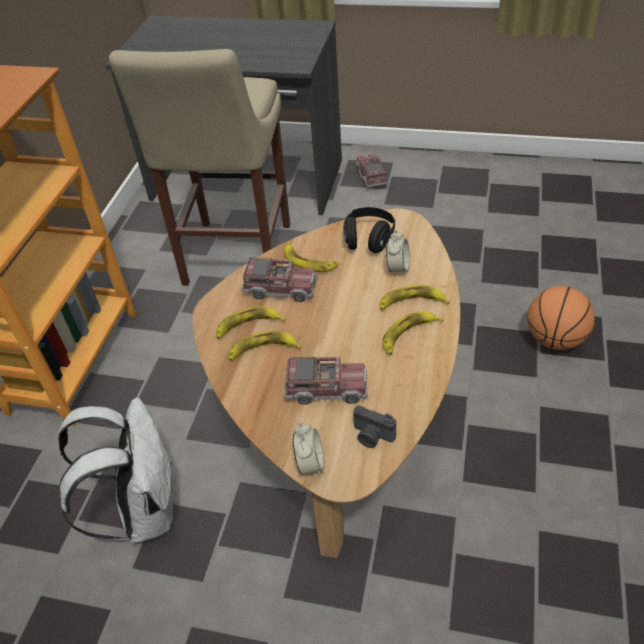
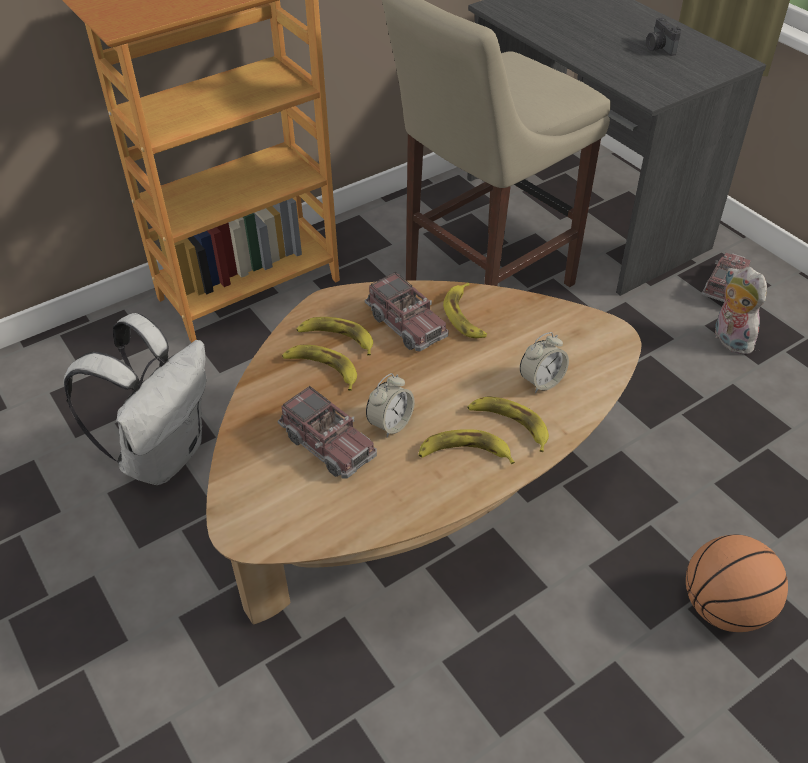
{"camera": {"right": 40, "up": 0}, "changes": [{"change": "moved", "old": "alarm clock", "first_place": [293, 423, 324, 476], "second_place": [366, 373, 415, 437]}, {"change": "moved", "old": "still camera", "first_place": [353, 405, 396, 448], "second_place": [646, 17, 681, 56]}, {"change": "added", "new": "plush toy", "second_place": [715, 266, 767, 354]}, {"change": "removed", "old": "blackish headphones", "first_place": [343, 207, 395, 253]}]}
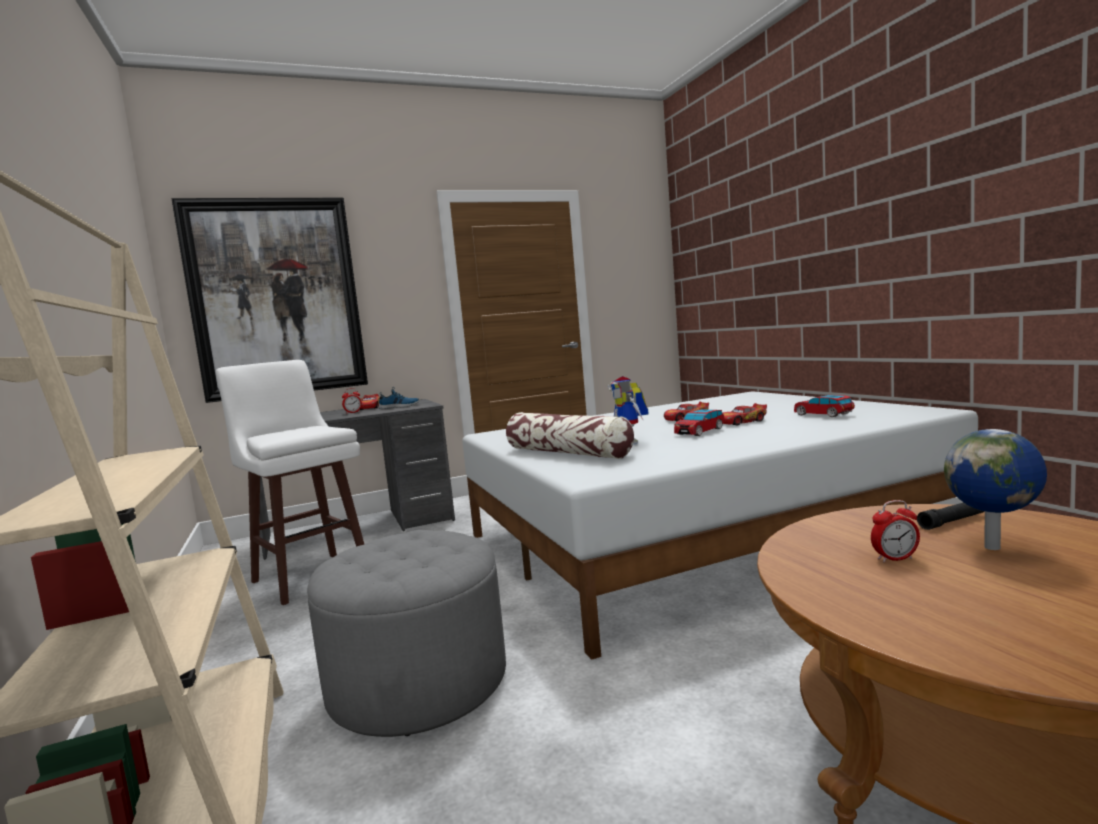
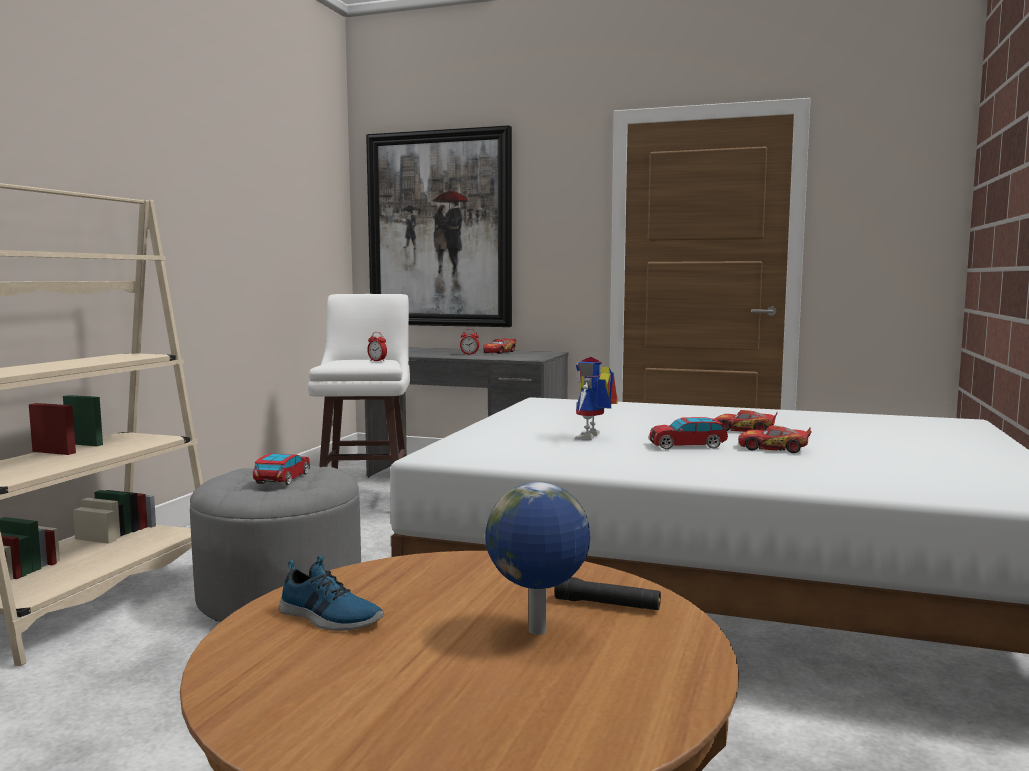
{"camera": {"right": 40, "up": 0}, "changes": [{"change": "moved", "old": "model car", "first_place": [794, 395, 855, 417], "second_place": [253, 453, 310, 485]}, {"change": "moved", "old": "item of footwear", "first_place": [379, 389, 419, 409], "second_place": [279, 555, 384, 631]}, {"change": "moved", "old": "alarm clock", "first_place": [871, 500, 920, 562], "second_place": [367, 332, 387, 362]}, {"change": "removed", "old": "pillow", "first_place": [506, 412, 634, 459]}]}
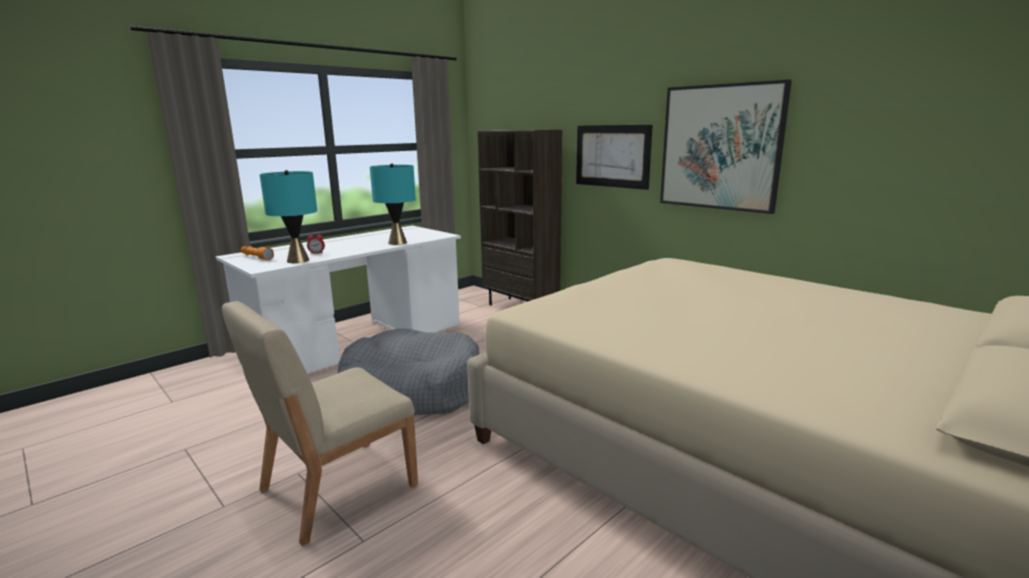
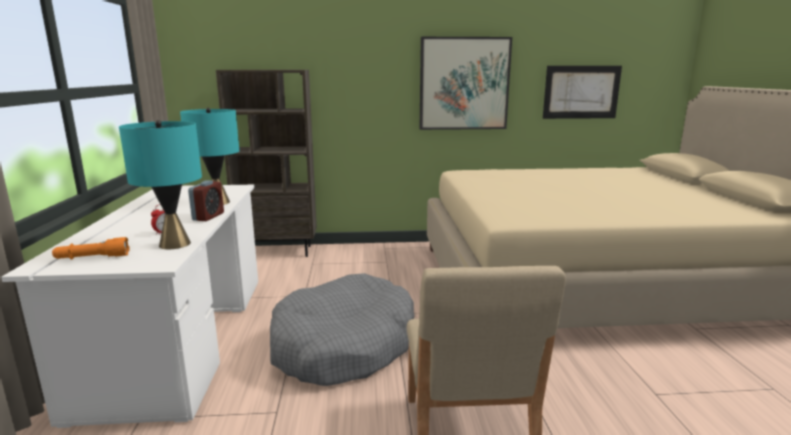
{"camera": {"right": -50, "up": 0}, "changes": [{"change": "added", "new": "alarm clock", "second_place": [188, 180, 224, 221]}, {"change": "moved", "old": "wall picture", "first_place": [576, 125, 653, 190], "second_place": [543, 66, 622, 119]}]}
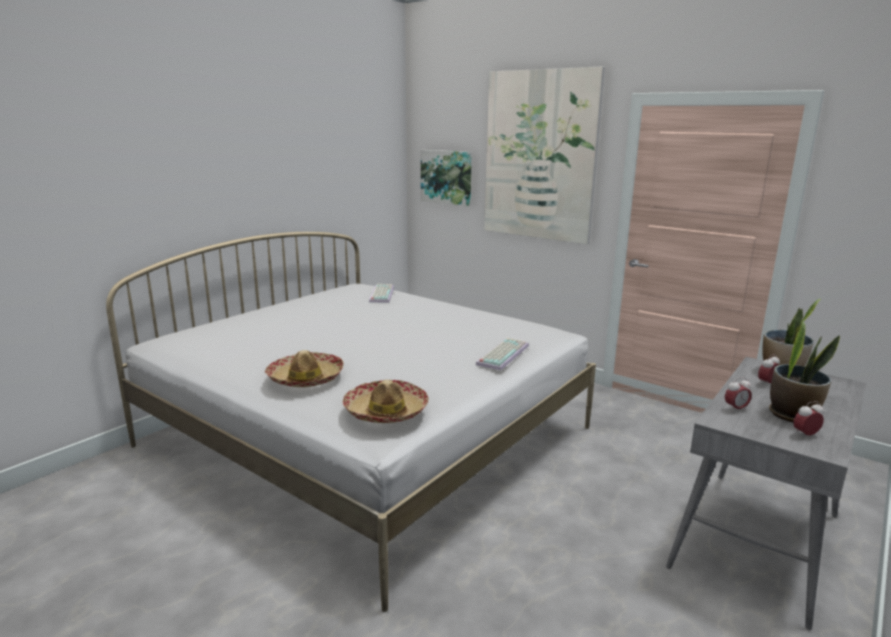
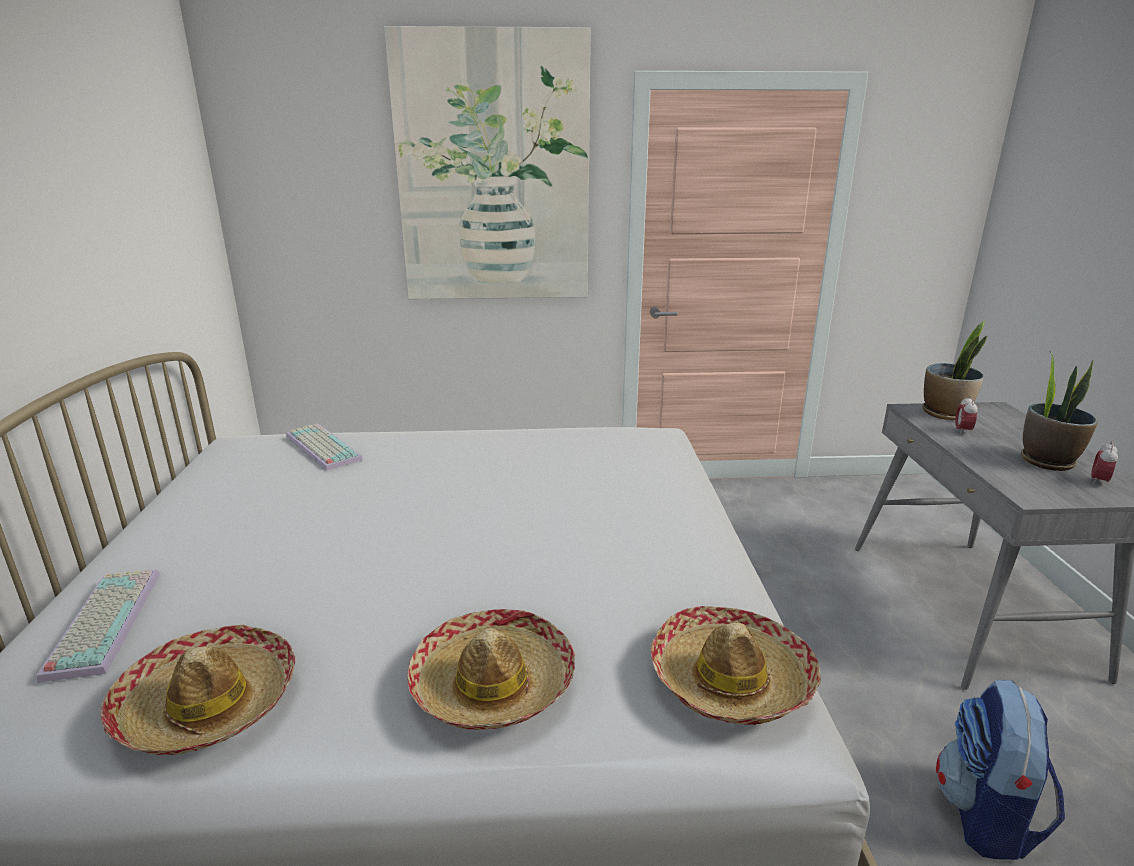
{"camera": {"right": -40, "up": 5}, "changes": [{"change": "moved", "old": "keyboard", "first_place": [476, 338, 529, 371], "second_place": [36, 569, 160, 683]}, {"change": "added", "new": "hat", "second_place": [100, 625, 295, 755]}, {"change": "added", "new": "backpack", "second_place": [936, 680, 1065, 860]}, {"change": "removed", "old": "wall picture", "first_place": [421, 150, 472, 206]}, {"change": "removed", "old": "alarm clock", "first_place": [725, 377, 752, 412]}]}
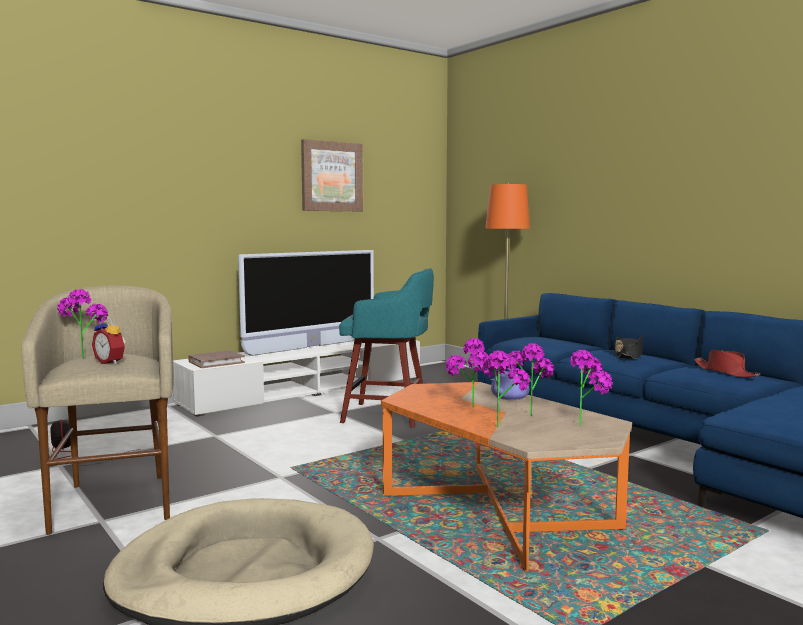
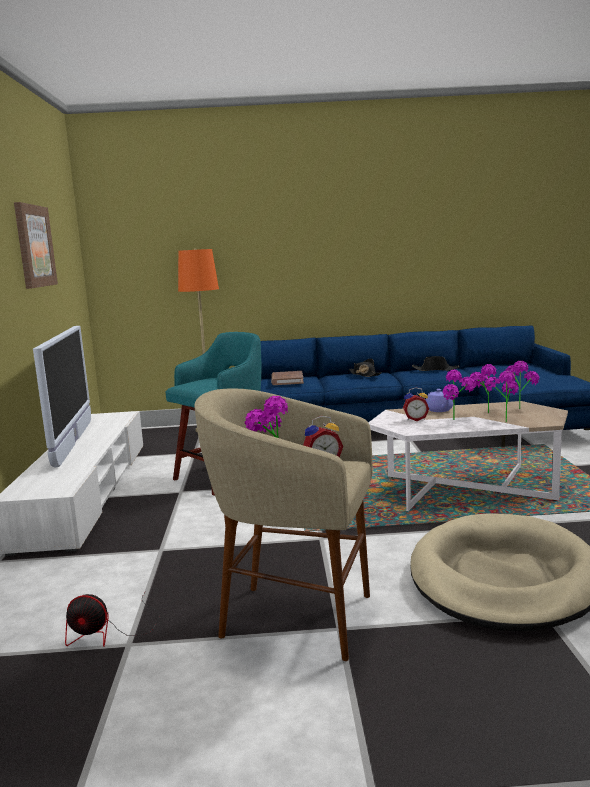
{"camera": {"right": -55, "up": 5}, "changes": [{"change": "moved", "old": "brown volume", "first_place": [188, 350, 245, 368], "second_place": [271, 371, 304, 385]}, {"change": "recoloured", "old": "orange-coloured coffee table", "new": "whitish coffee table", "first_place": [381, 382, 632, 572], "second_place": [368, 401, 568, 511]}, {"change": "added", "new": "alarm clock", "second_place": [403, 387, 429, 421]}, {"change": "recoloured", "old": "reddish hat", "new": "blackish hat", "first_place": [694, 350, 760, 377], "second_place": [412, 356, 459, 371]}]}
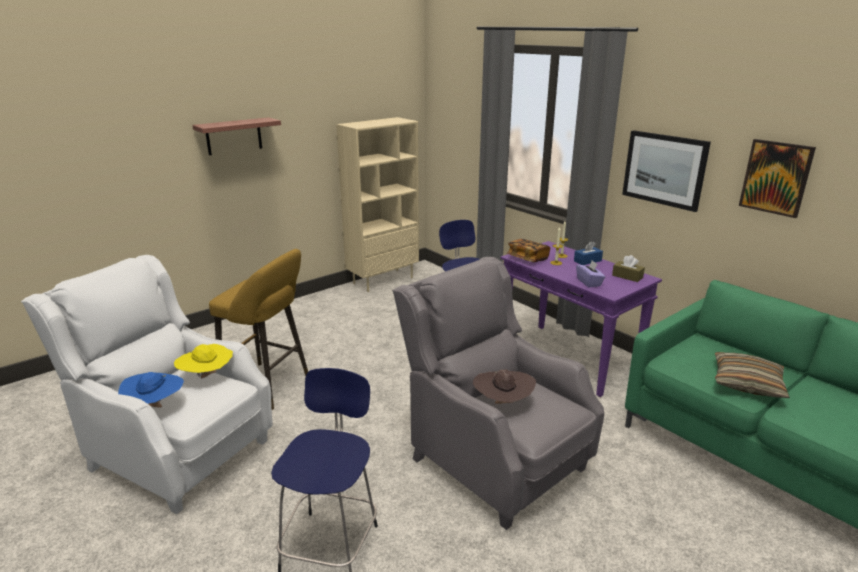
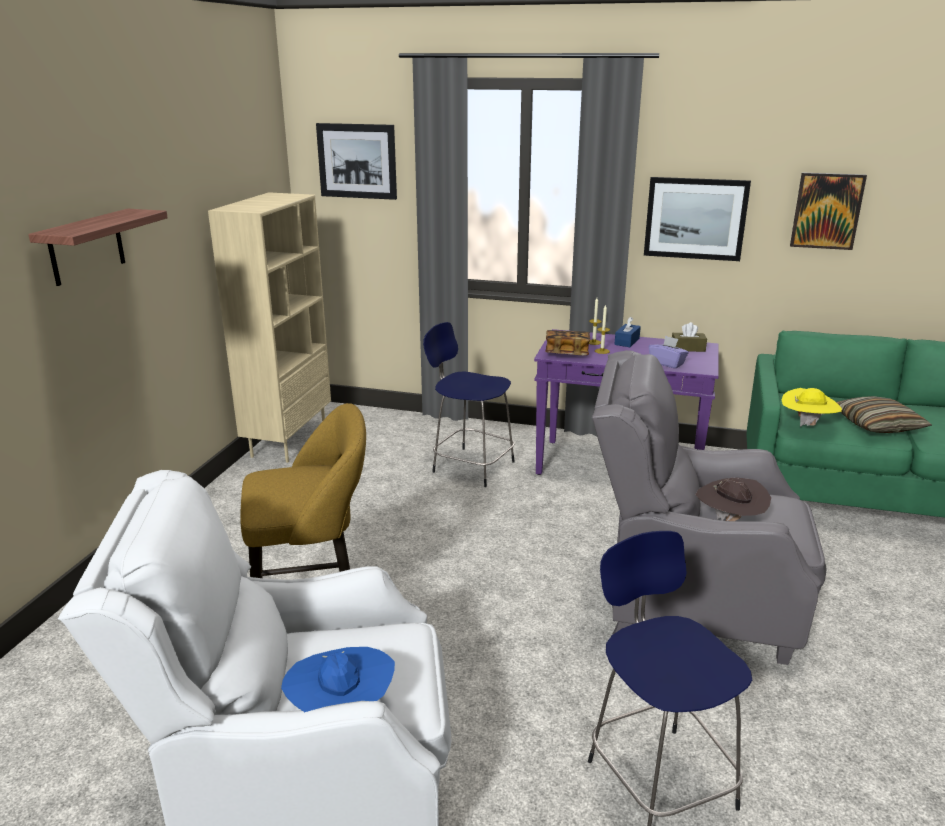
{"camera": {"right": -35, "up": 0}, "changes": [{"change": "added", "new": "wall picture", "second_place": [316, 123, 397, 200]}, {"change": "moved", "old": "yellow hat", "first_place": [174, 344, 233, 379], "second_place": [782, 388, 842, 427]}]}
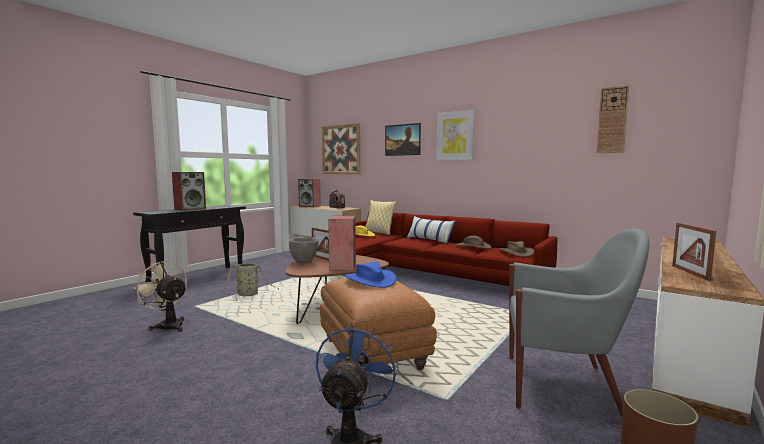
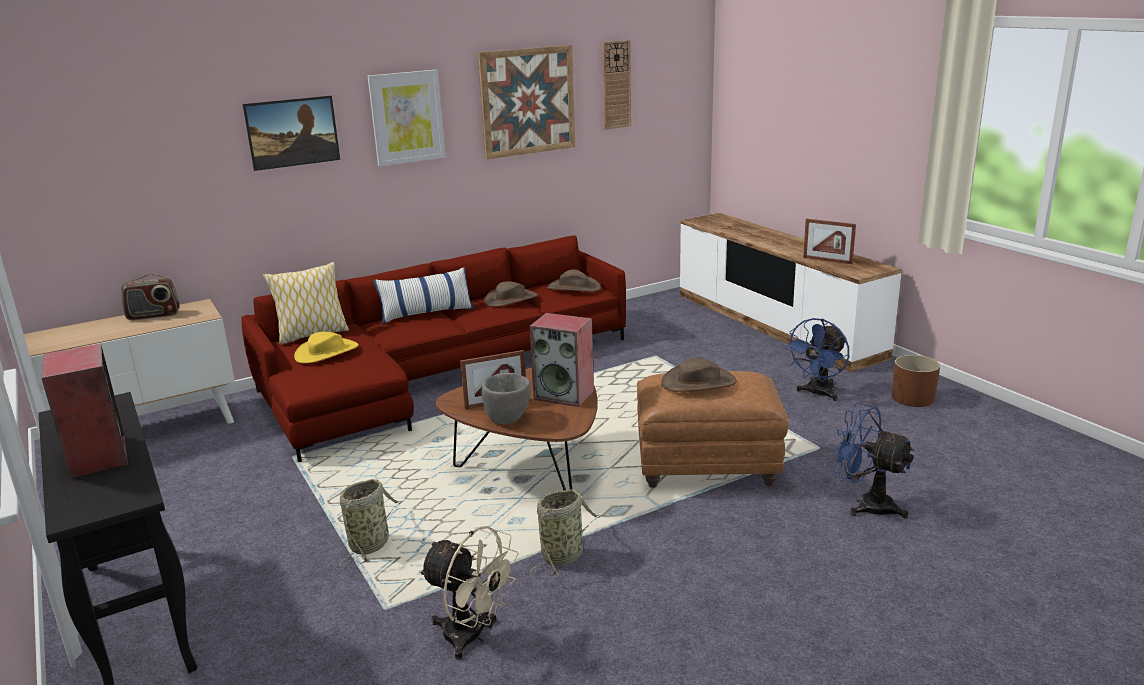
{"camera": {"right": -65, "up": 15}, "changes": [{"change": "turned", "old": "sand-coloured cooling fan", "first_place": [132, 261, 187, 332], "second_place": [419, 526, 519, 660], "degrees": -120}, {"change": "moved", "old": "wall picture", "first_place": [322, 123, 360, 174], "second_place": [478, 45, 575, 159]}, {"change": "added", "new": "storage basket", "second_place": [530, 489, 603, 577]}, {"change": "recoloured", "old": "bluish hat", "new": "brown hat", "first_place": [344, 261, 397, 288], "second_place": [661, 357, 737, 392]}, {"change": "replaced", "old": "greyish armchair", "new": "bluish cooling fan", "first_place": [509, 229, 649, 416], "second_place": [784, 318, 849, 401]}, {"change": "removed", "old": "audio speaker", "first_place": [298, 179, 321, 207]}]}
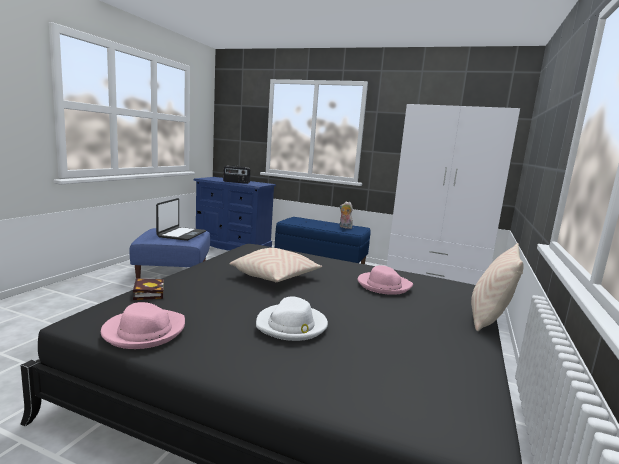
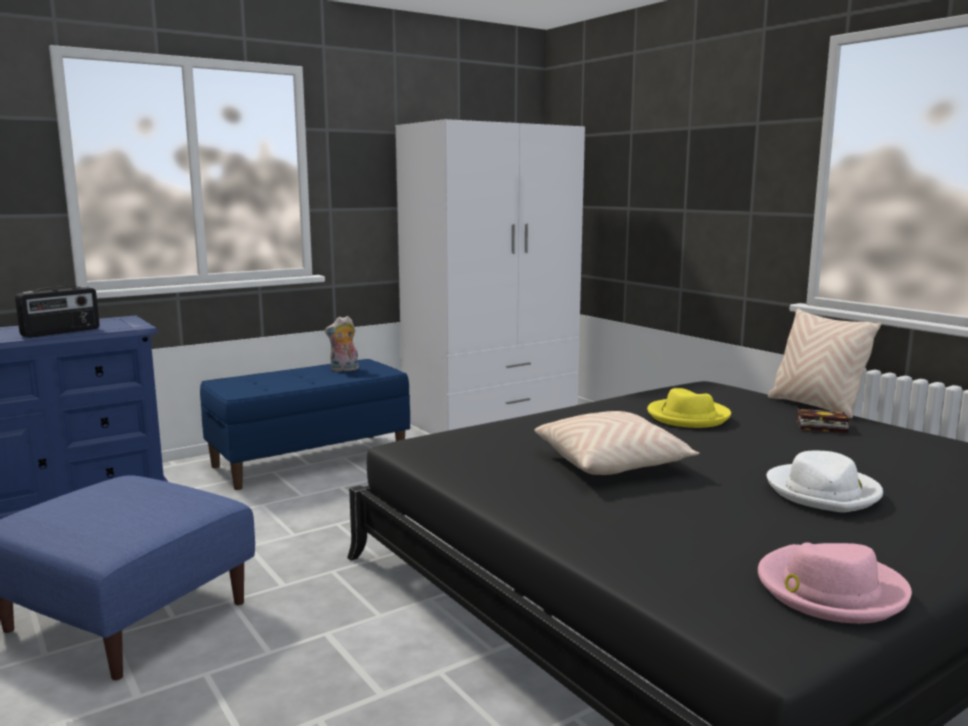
{"camera": {"right": -55, "up": 0}, "changes": [{"change": "recoloured", "old": "pinkish hat", "new": "yellow hat", "first_place": [358, 265, 413, 295], "second_place": [647, 388, 731, 428]}, {"change": "moved", "old": "volume", "first_place": [133, 278, 164, 300], "second_place": [797, 409, 850, 433]}, {"change": "removed", "old": "portable computer", "first_place": [156, 198, 206, 241]}]}
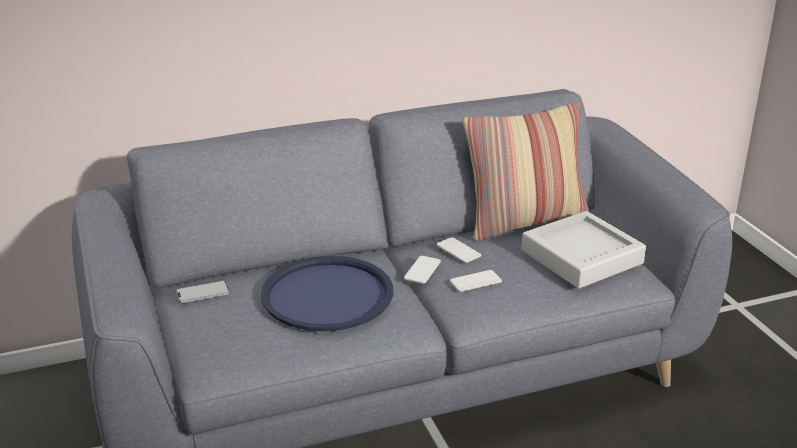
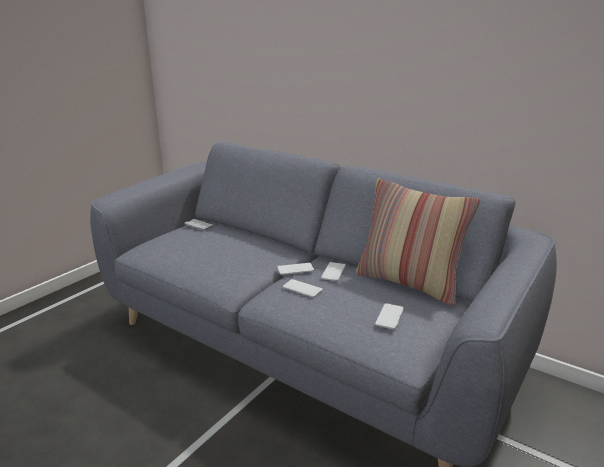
{"camera": {"right": 55, "up": -5}, "changes": [{"change": "replaced", "old": "greyish carrying tray", "new": "handset", "first_place": [521, 211, 646, 289], "second_place": [375, 303, 404, 329]}, {"change": "removed", "old": "bluish carrying tray", "first_place": [261, 256, 393, 331]}]}
